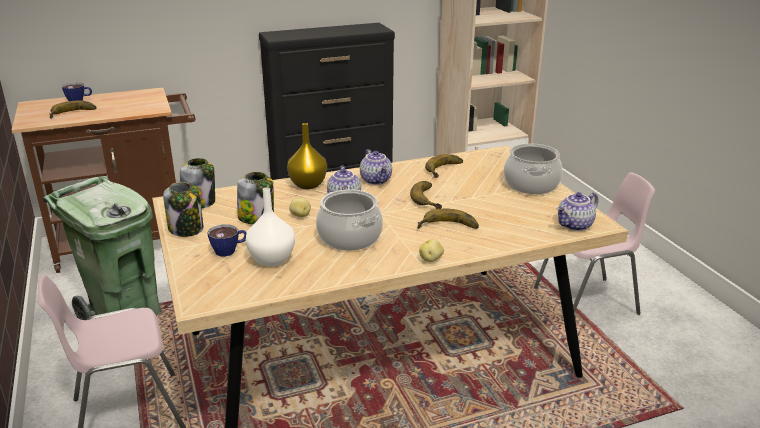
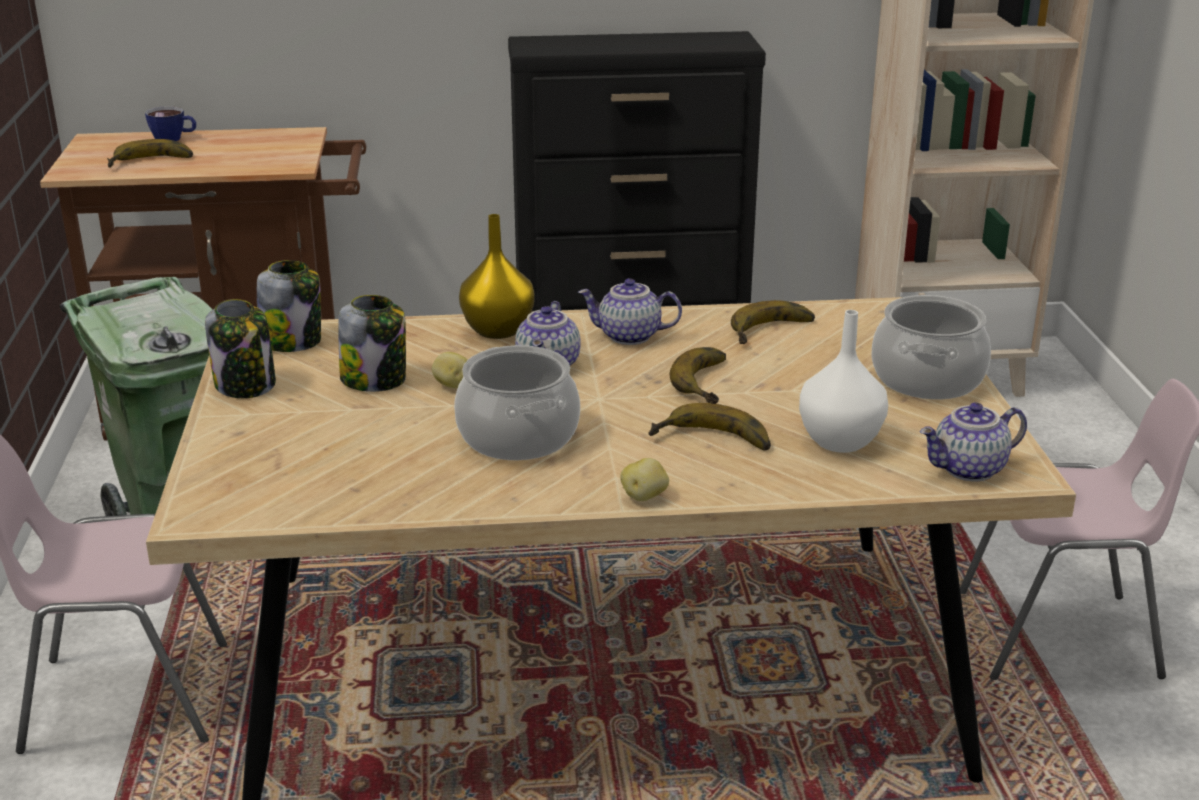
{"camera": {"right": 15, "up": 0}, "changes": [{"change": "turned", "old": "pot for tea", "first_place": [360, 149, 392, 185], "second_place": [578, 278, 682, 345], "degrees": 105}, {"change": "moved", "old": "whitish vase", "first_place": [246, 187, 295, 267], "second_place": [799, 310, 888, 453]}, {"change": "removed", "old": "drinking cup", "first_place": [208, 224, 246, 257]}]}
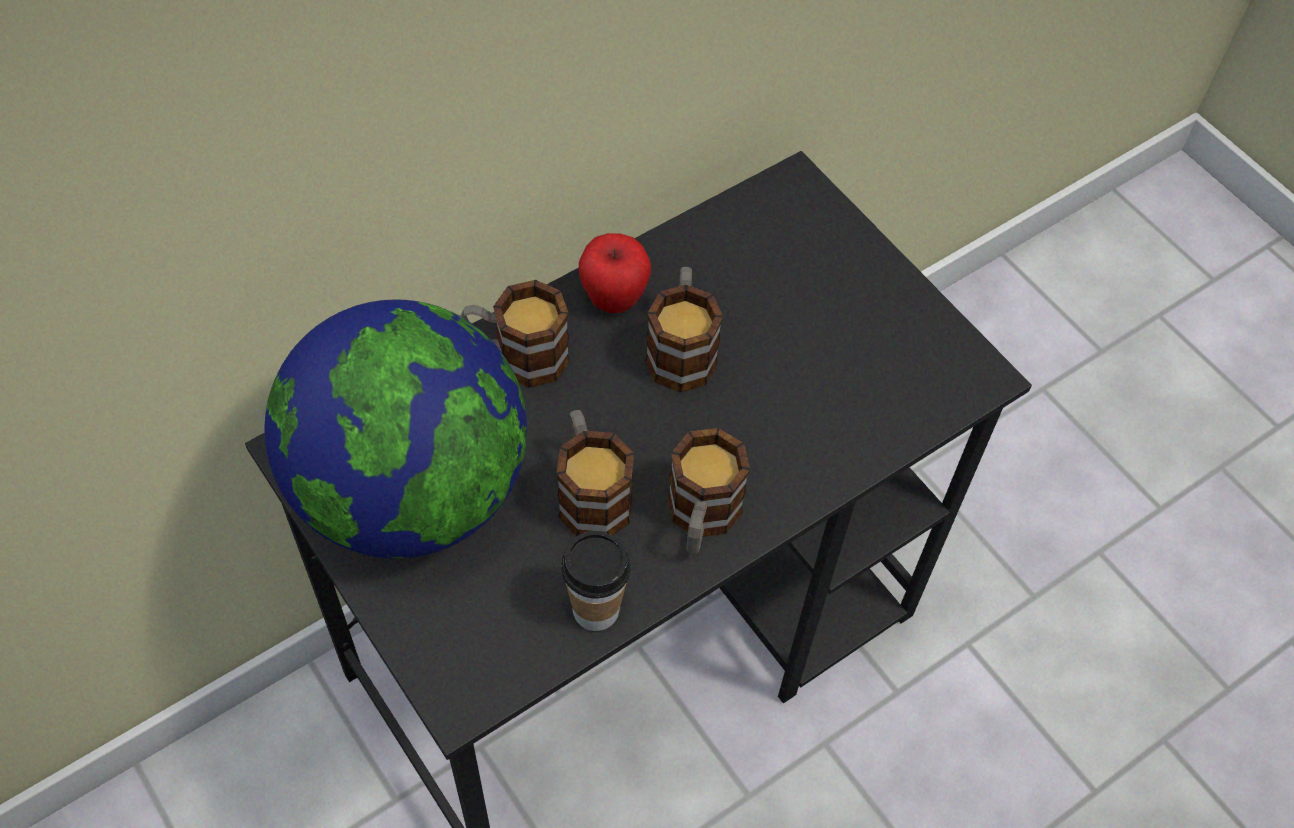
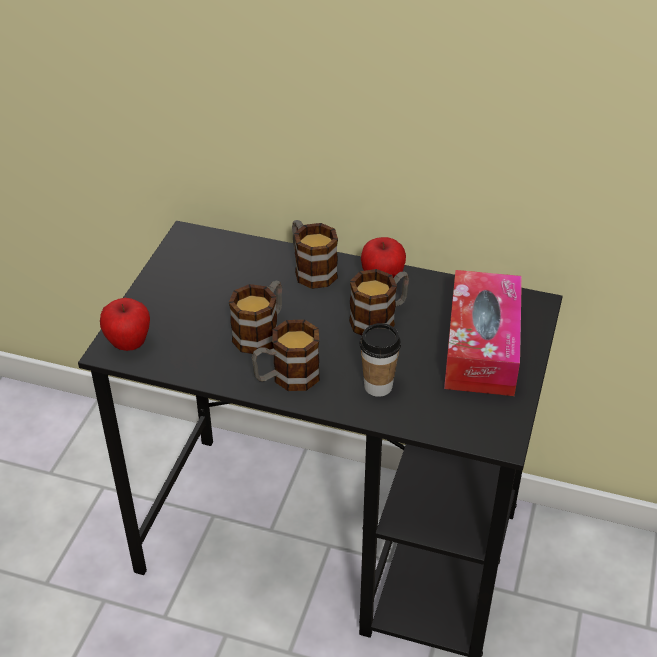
{"camera": {"right": 55, "up": -15}, "changes": [{"change": "added", "new": "apple", "second_place": [100, 298, 150, 351]}, {"change": "moved", "old": "drinking cup", "first_place": [561, 531, 631, 631], "second_place": [359, 323, 401, 397]}, {"change": "added", "new": "tissue box", "second_place": [444, 270, 522, 396]}, {"change": "removed", "old": "desk globe", "first_place": [264, 299, 527, 559]}]}
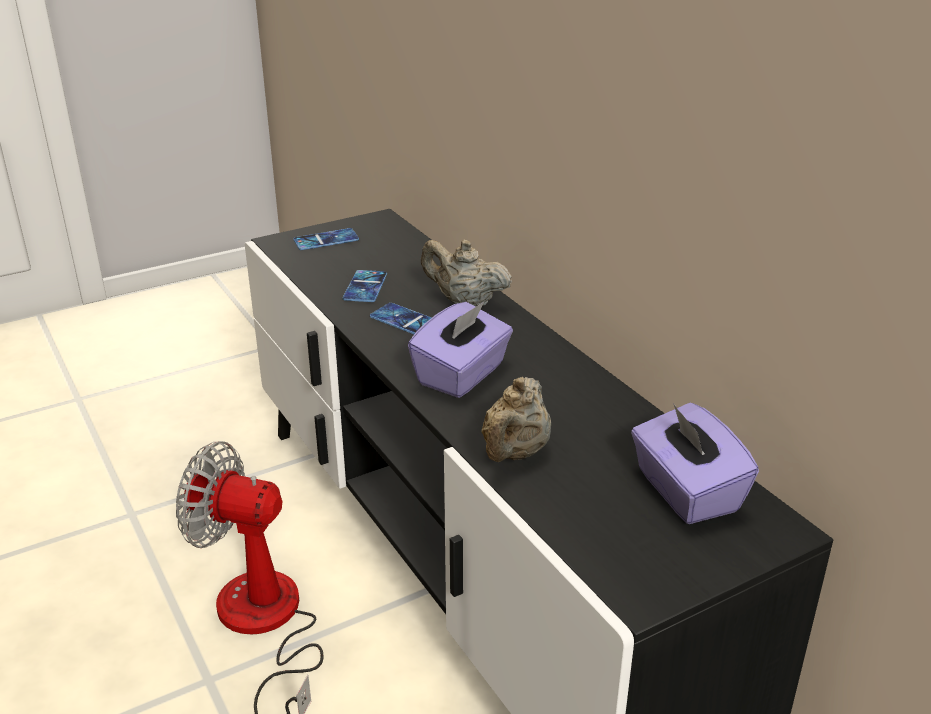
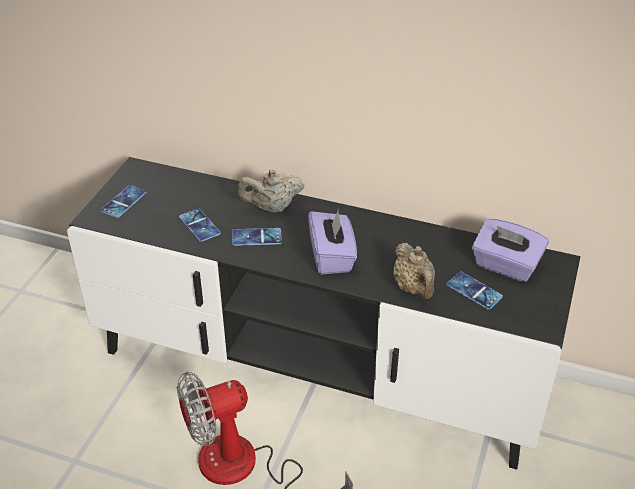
{"camera": {"right": -40, "up": 10}, "changes": [{"change": "added", "new": "handset", "second_place": [446, 272, 503, 310]}]}
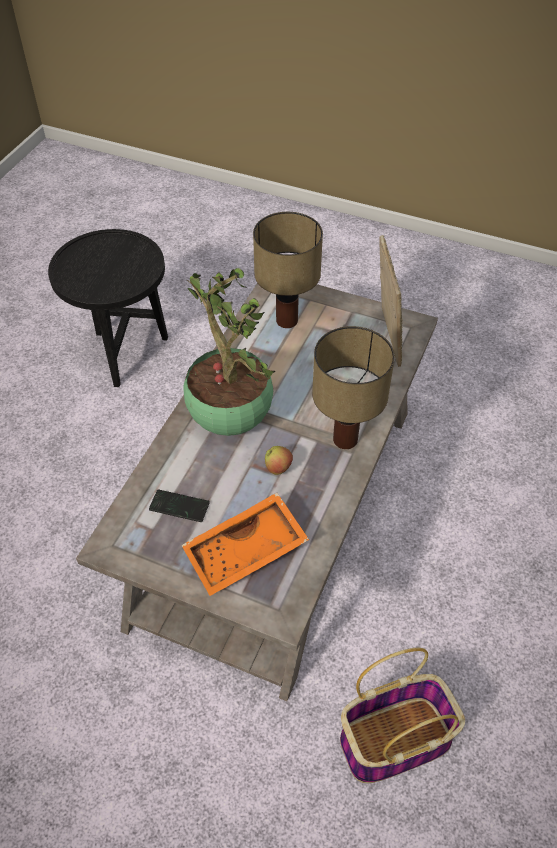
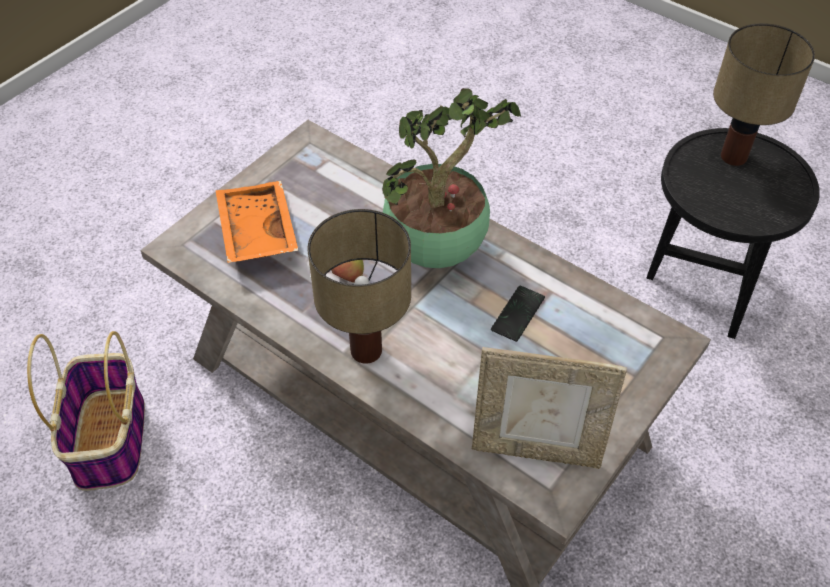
{"camera": {"right": 105, "up": 0}, "changes": [{"change": "moved", "old": "handset", "first_place": [149, 489, 210, 522], "second_place": [491, 285, 545, 342]}, {"change": "moved", "old": "lamp for a table", "first_place": [253, 212, 323, 328], "second_place": [713, 23, 815, 166]}]}
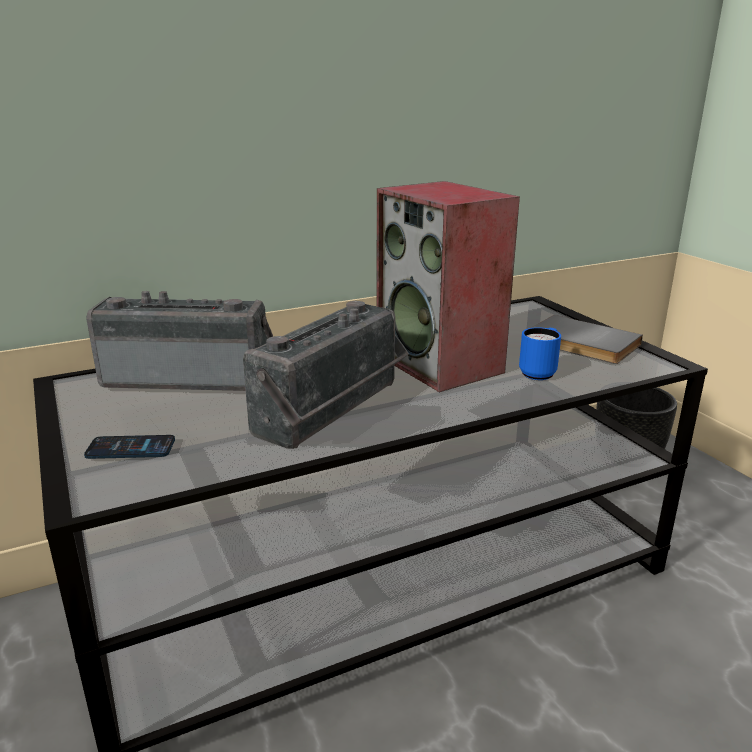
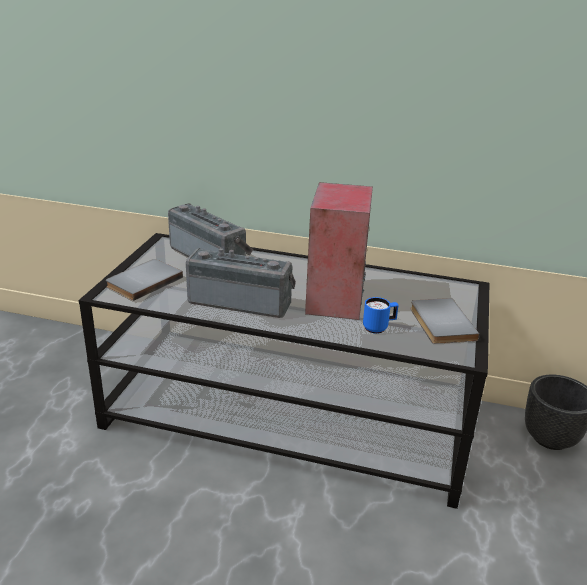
{"camera": {"right": 40, "up": 5}, "changes": [{"change": "replaced", "old": "handset", "new": "greyish volume", "first_place": [84, 435, 175, 459], "second_place": [106, 259, 183, 301]}, {"change": "turned", "old": "radio receiver", "first_place": [243, 301, 409, 449], "second_place": [186, 248, 296, 318], "degrees": -150}]}
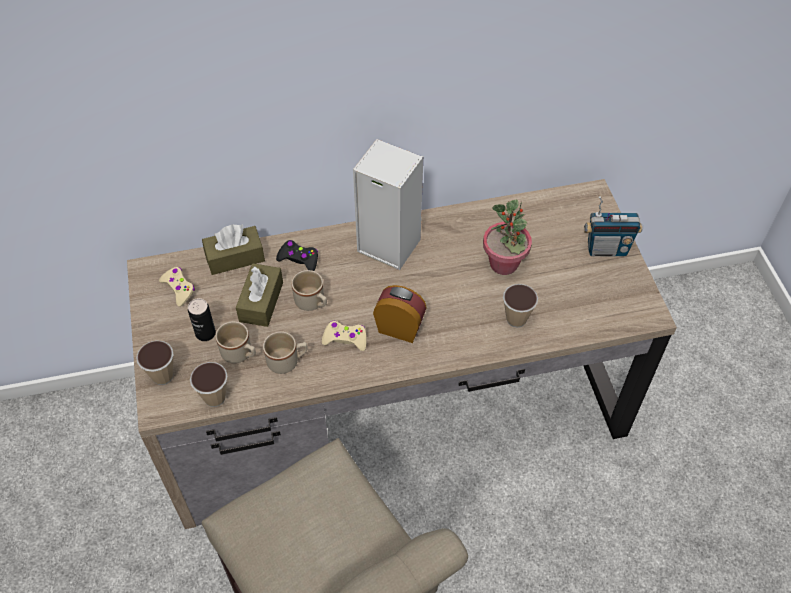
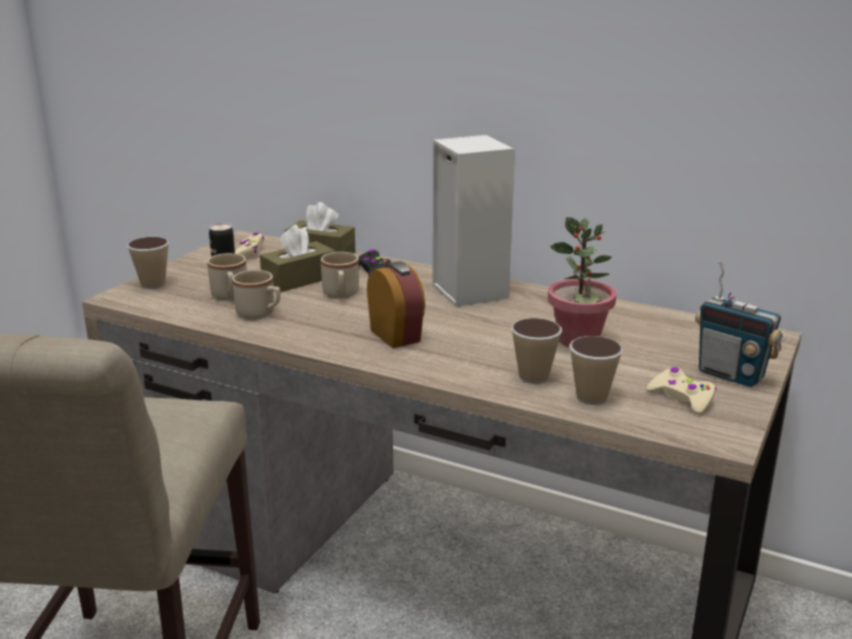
{"camera": {"right": 40, "up": -30}, "changes": [{"change": "moved", "old": "drinking cup", "first_place": [190, 362, 227, 407], "second_place": [569, 336, 623, 405]}, {"change": "moved", "old": "sand-coloured gamepad", "first_place": [322, 321, 367, 351], "second_place": [646, 367, 717, 414]}]}
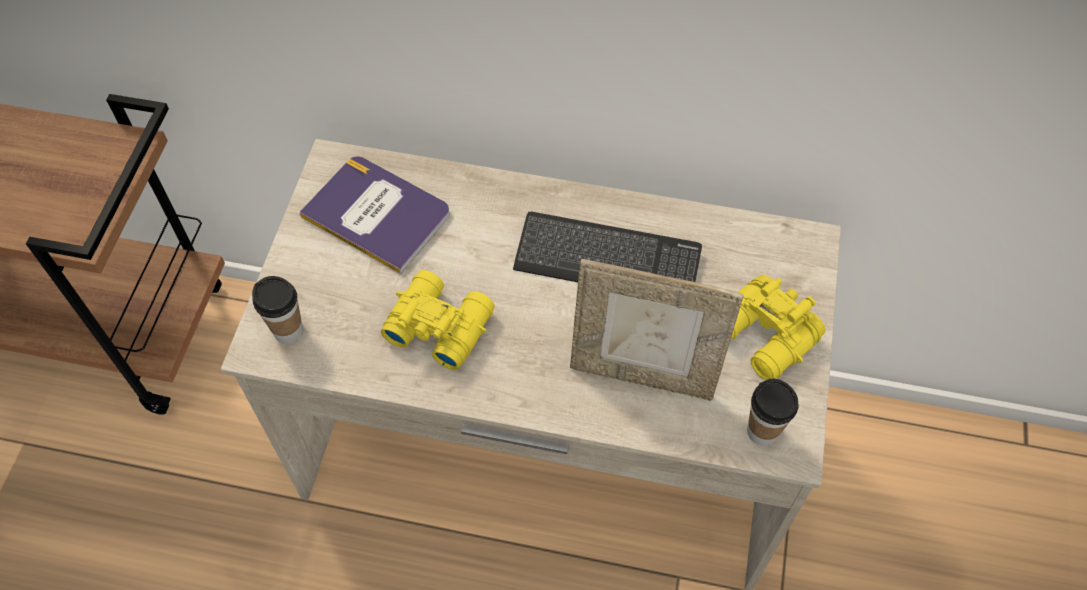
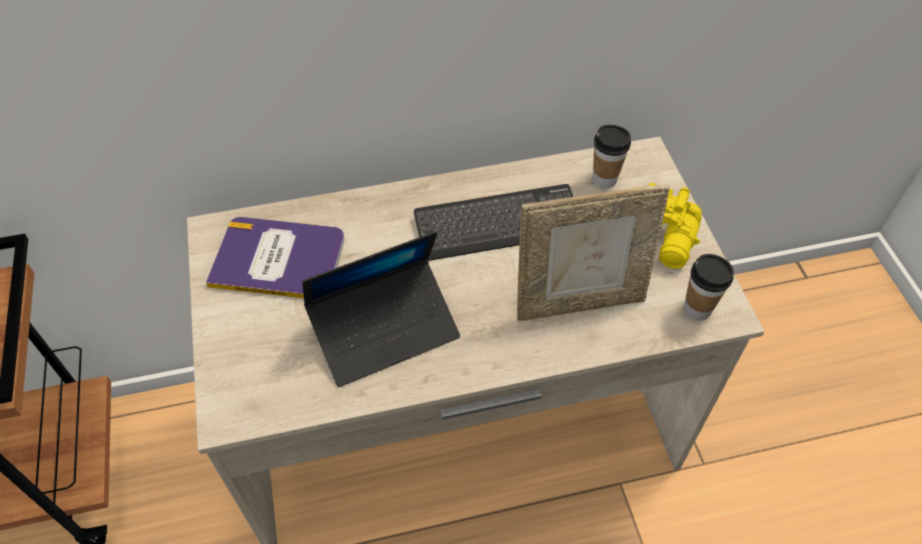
{"camera": {"right": -25, "up": -5}, "changes": [{"change": "replaced", "old": "yellow field glasses", "new": "portable computer", "first_place": [381, 270, 495, 370], "second_place": [302, 231, 460, 387]}, {"change": "moved", "old": "drinking cup", "first_place": [252, 276, 303, 344], "second_place": [593, 125, 631, 188]}]}
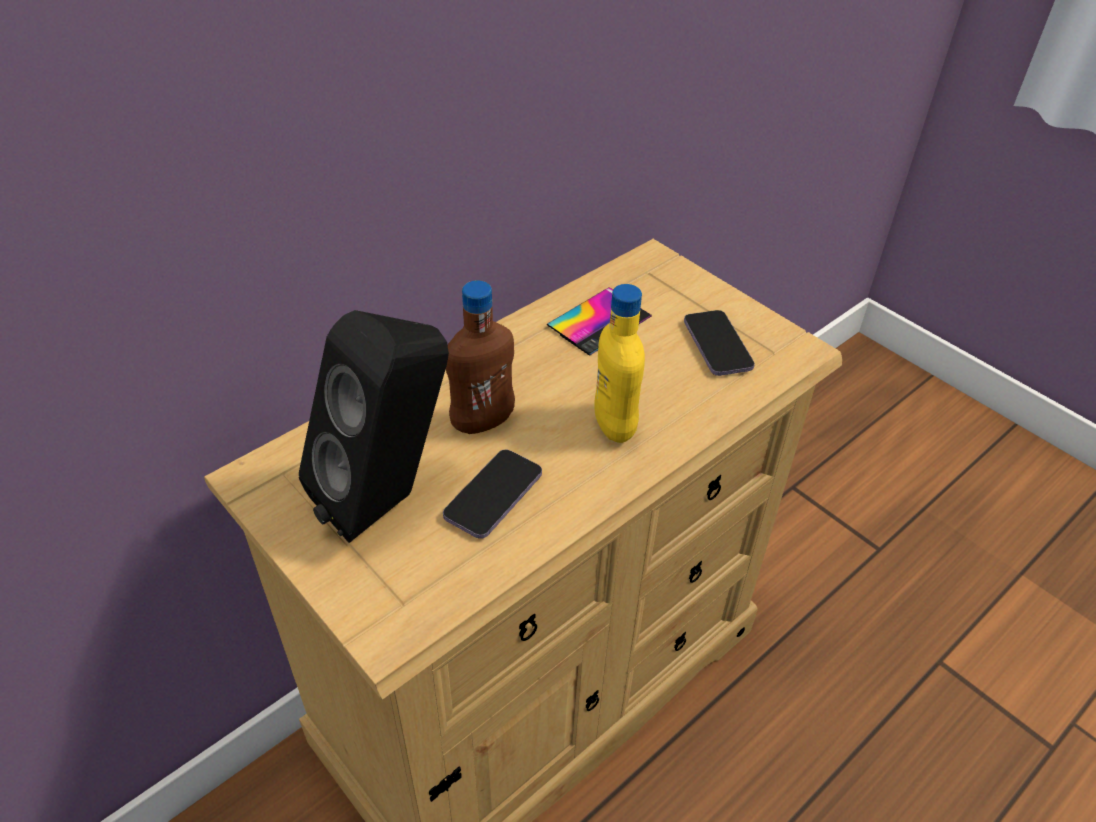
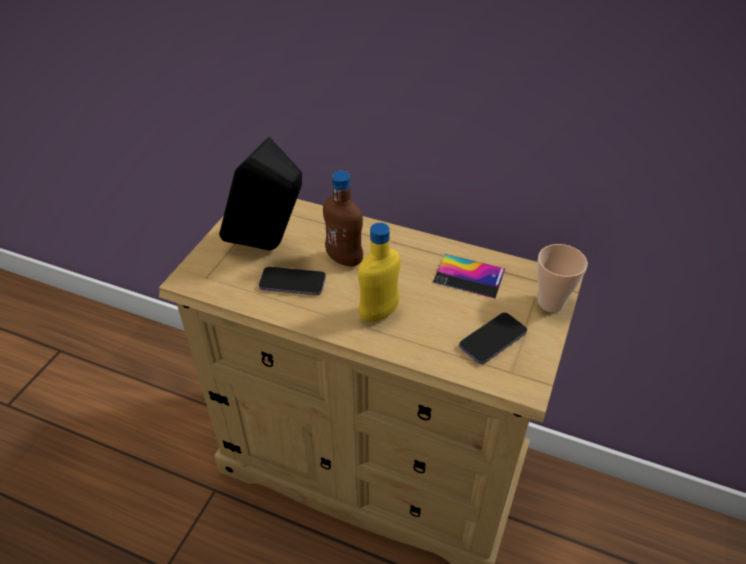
{"camera": {"right": 65, "up": 0}, "changes": [{"change": "added", "new": "drinking cup", "second_place": [537, 244, 588, 312]}]}
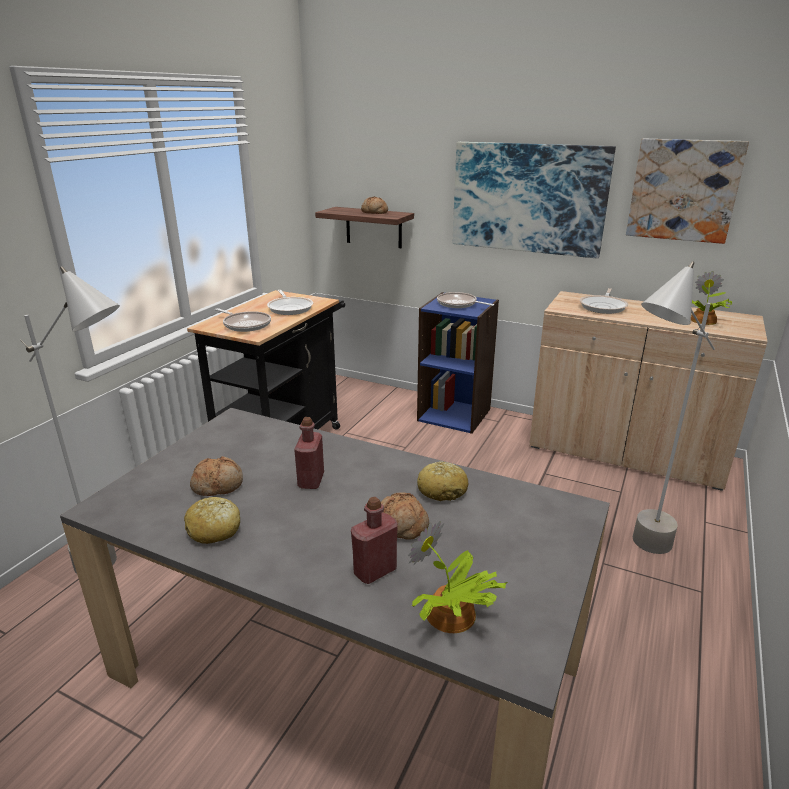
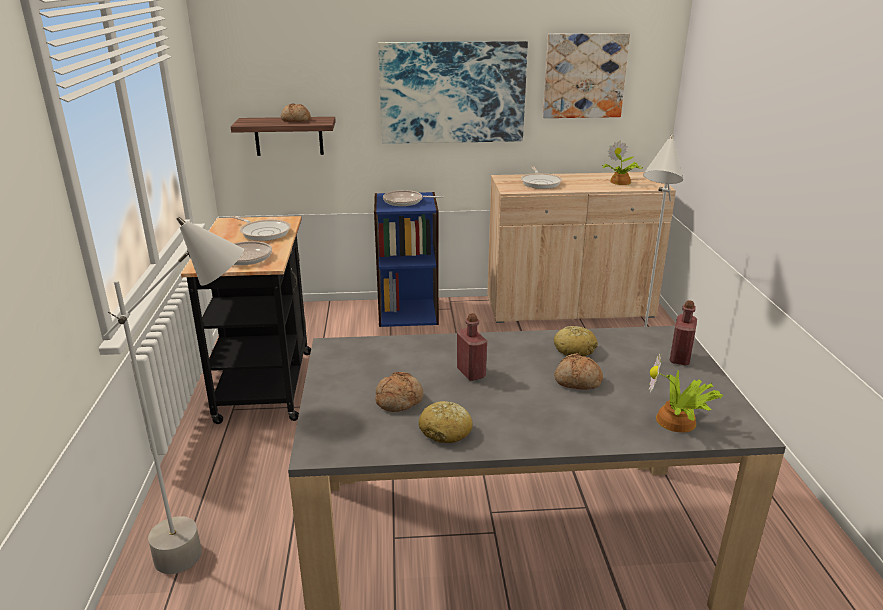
{"camera": {"right": -30, "up": 0}, "changes": [{"change": "moved", "old": "reddish bottle", "first_place": [351, 497, 398, 584], "second_place": [669, 300, 697, 365]}]}
